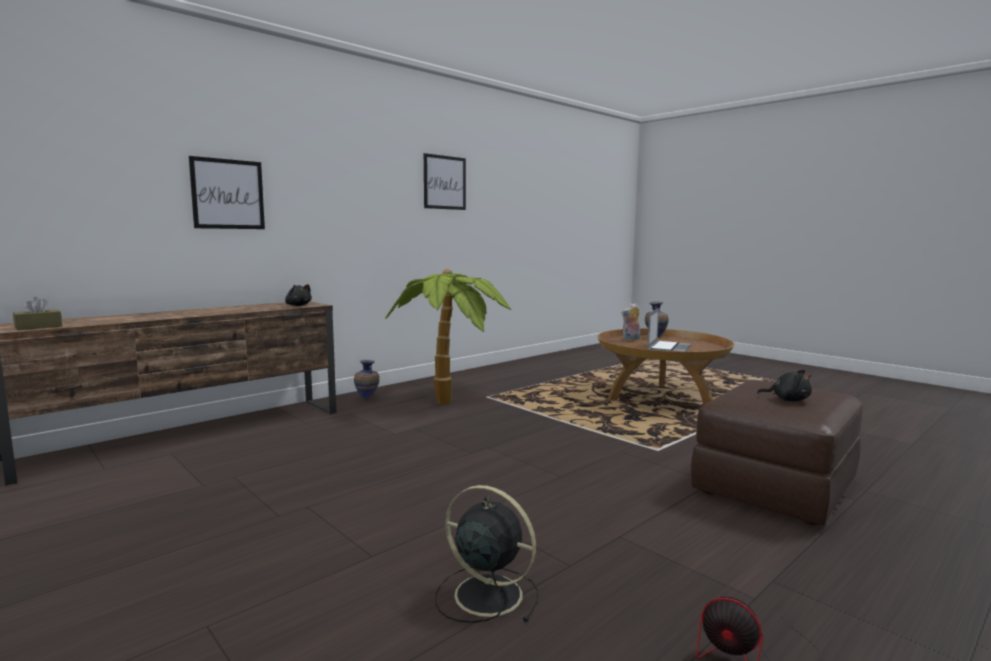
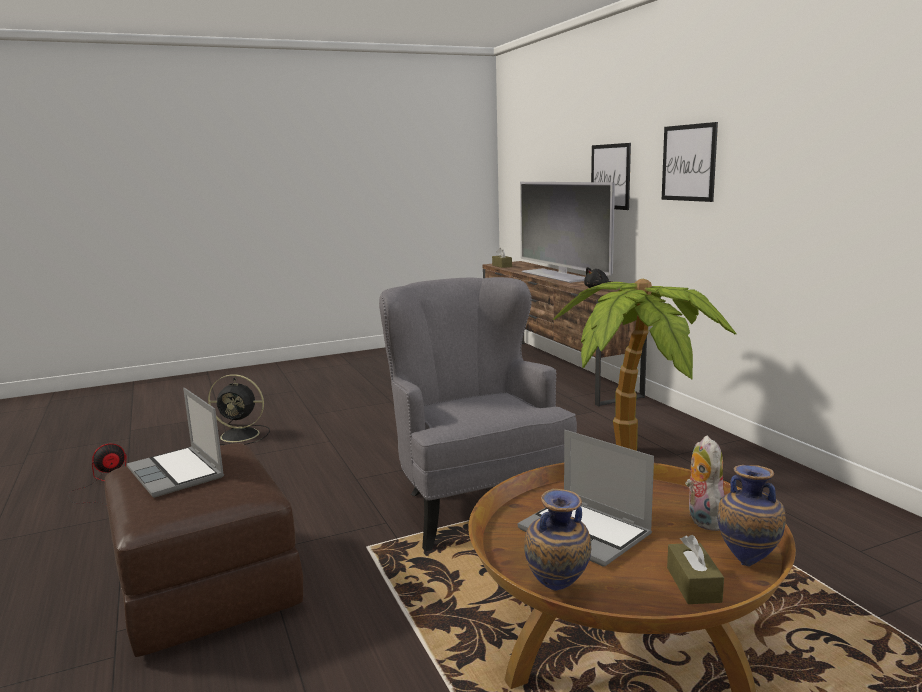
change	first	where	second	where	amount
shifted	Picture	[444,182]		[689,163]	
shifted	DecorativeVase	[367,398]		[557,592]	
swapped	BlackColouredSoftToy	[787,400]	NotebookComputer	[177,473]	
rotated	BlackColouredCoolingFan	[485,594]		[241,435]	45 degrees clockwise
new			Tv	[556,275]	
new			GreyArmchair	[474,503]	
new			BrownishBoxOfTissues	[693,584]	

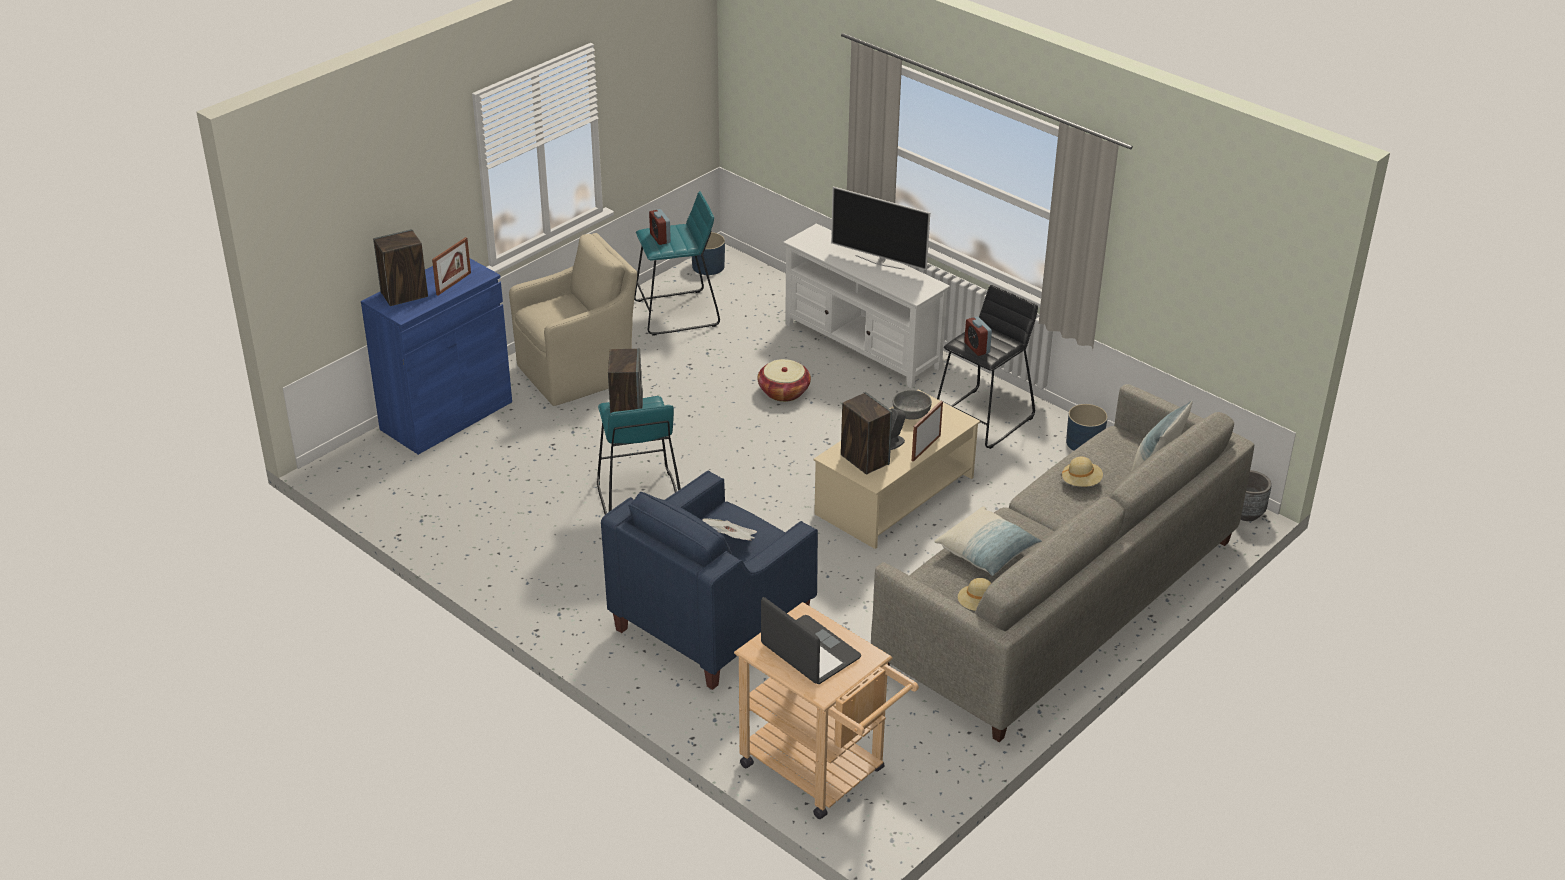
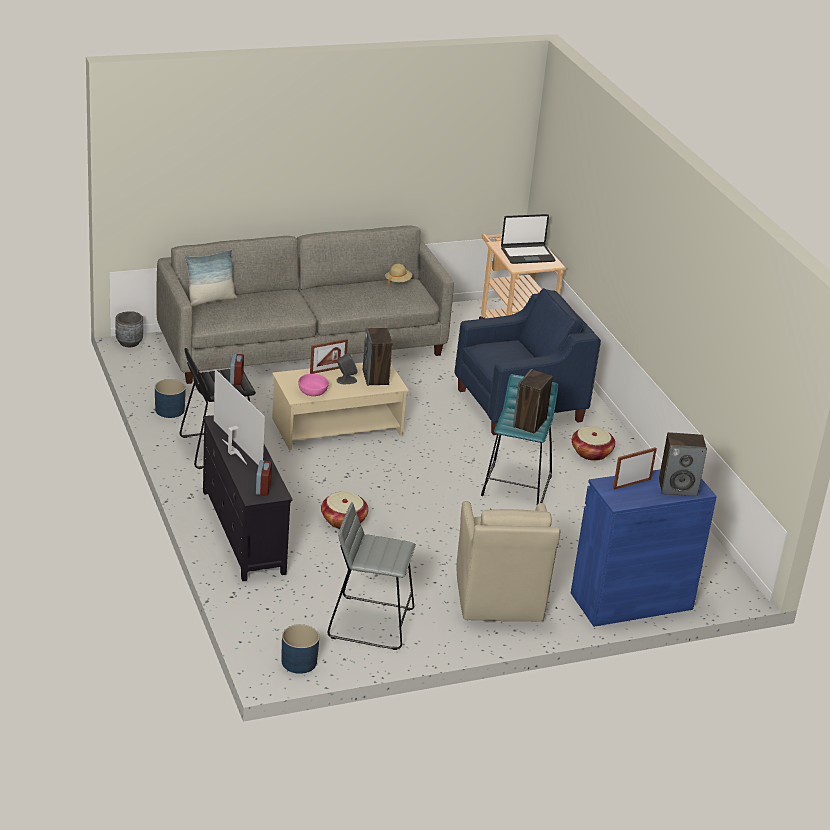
change	first	where	second	where	amount
repainted	TurquoiseSittingStool	[677,313]	GreySittingStool	[370,622]	
shifted	BedsideClock	[660,238]		[263,488]	
repainted	WhitishTvUnit	[862,346]	BlackColouredTvUnit	[242,532]	
rotated	SandColouredArmchair	[578,372]		[498,598]	90 degrees counterclockwise
repainted	GreyBowl	[911,413]	PinkBowl	[313,391]	
gone	SandColouredWearableHat	[1081,482]			
gone	Pillow	[987,552]			
gone	Newspaper	[731,540]			
rotated	NotebookComputer	[809,652]		[527,255]	90 degrees counterclockwise
new			Basket	[591,453]	

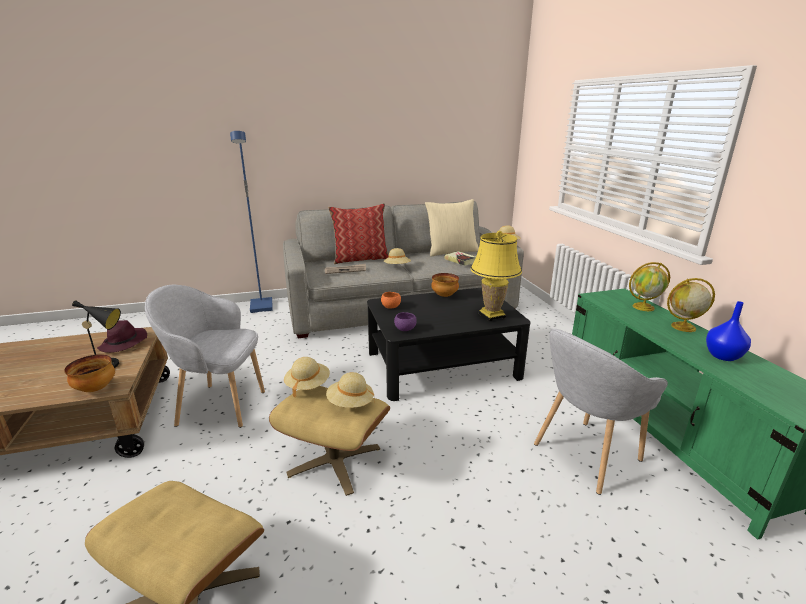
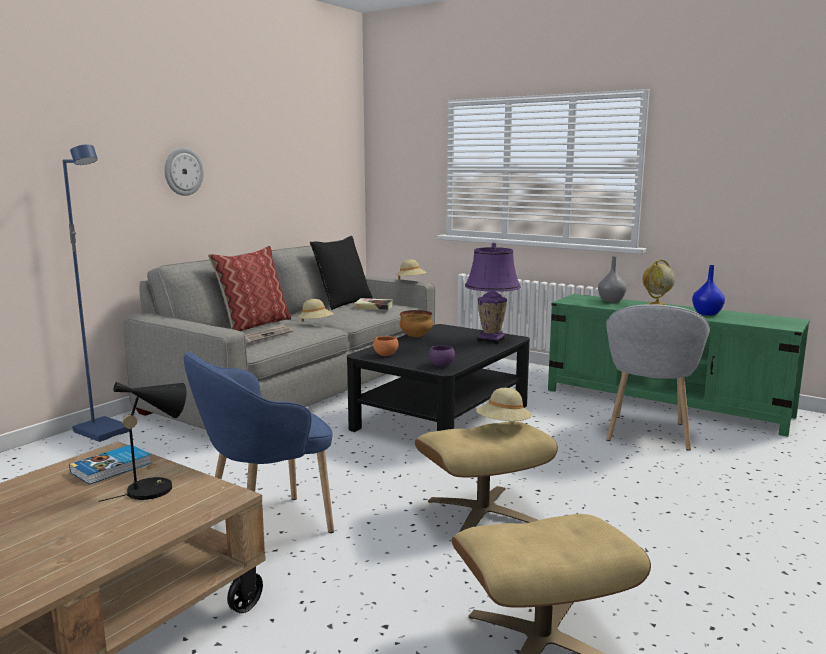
change	first	where	second	where	amount
repainted	SandColouredPillow	[451,251]	BlackColouredPillow	[343,303]	
repainted	YellowColouredLampForATable	[492,315]	PurpleLampForATable	[491,340]	
swapped	WorldGlobe	[644,307]	GreyDecorativeVase	[611,301]	
repainted	GreyArmchair	[219,406]	BlueArmchair	[264,528]	
swapped	PurpleWearableHat	[124,343]	Book	[112,468]	
gone	Bowl	[96,389]			
gone	SandColouredWearableHat	[307,385]			
new			HangingClock	[183,171]	

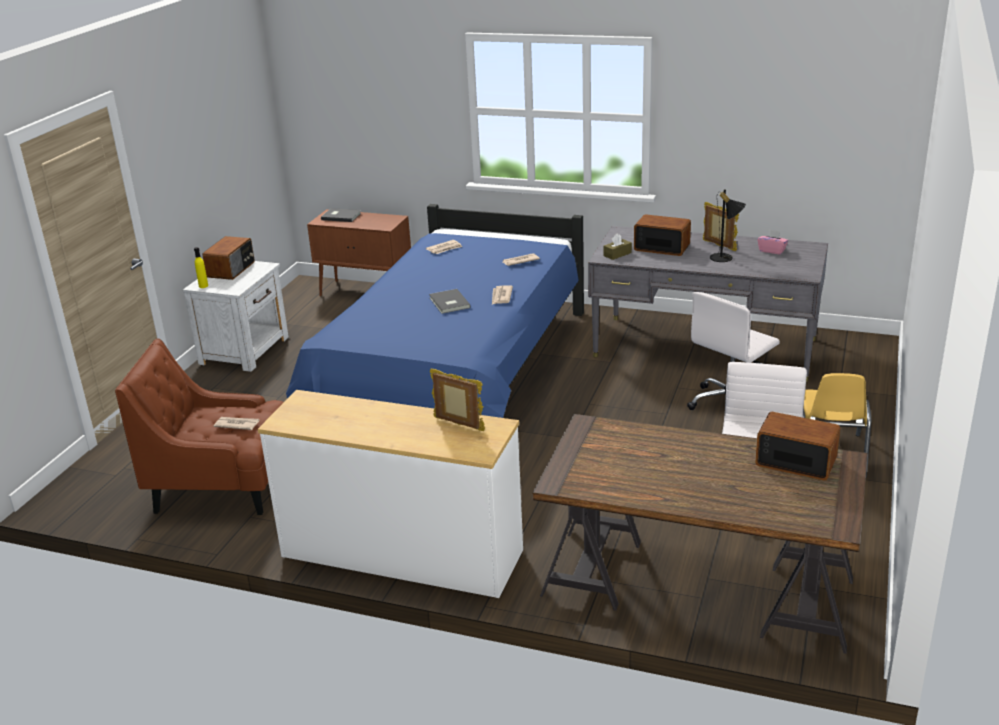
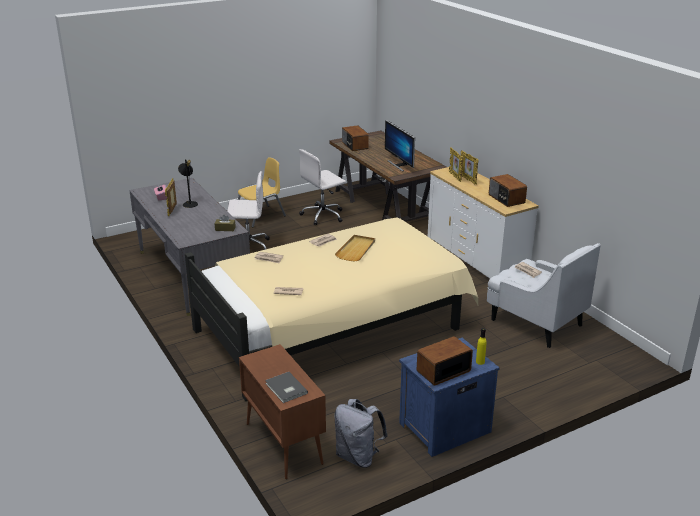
change	first	where	second	where	amount
repainted	BlueBed	[456,374]	SandColouredBed	[335,326]	
shifted	RadioSet	[661,247]		[506,199]	
repainted	WhitishNightTable	[246,350]	BlueNightTable	[443,427]	
swapped	GreyBook	[448,303]	SandColouredCarryingTray	[356,249]	
repainted	BrownishArmchair	[223,487]	WhitishArmchair	[535,322]	
new			Monitor	[399,165]	
new			StandingFrame	[468,180]	
new			GreyBackpack	[358,456]	

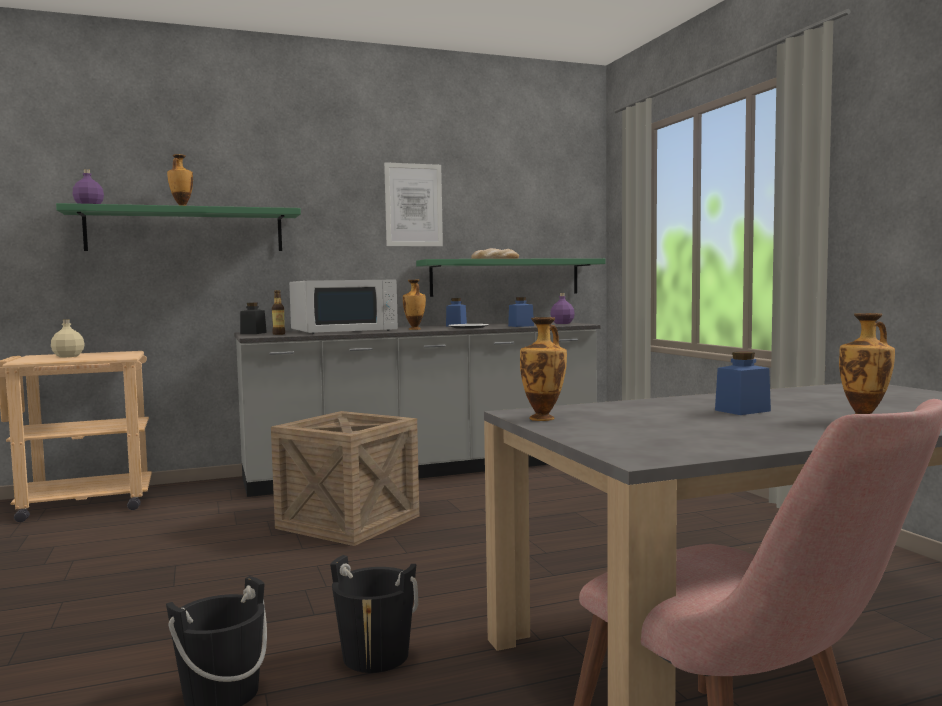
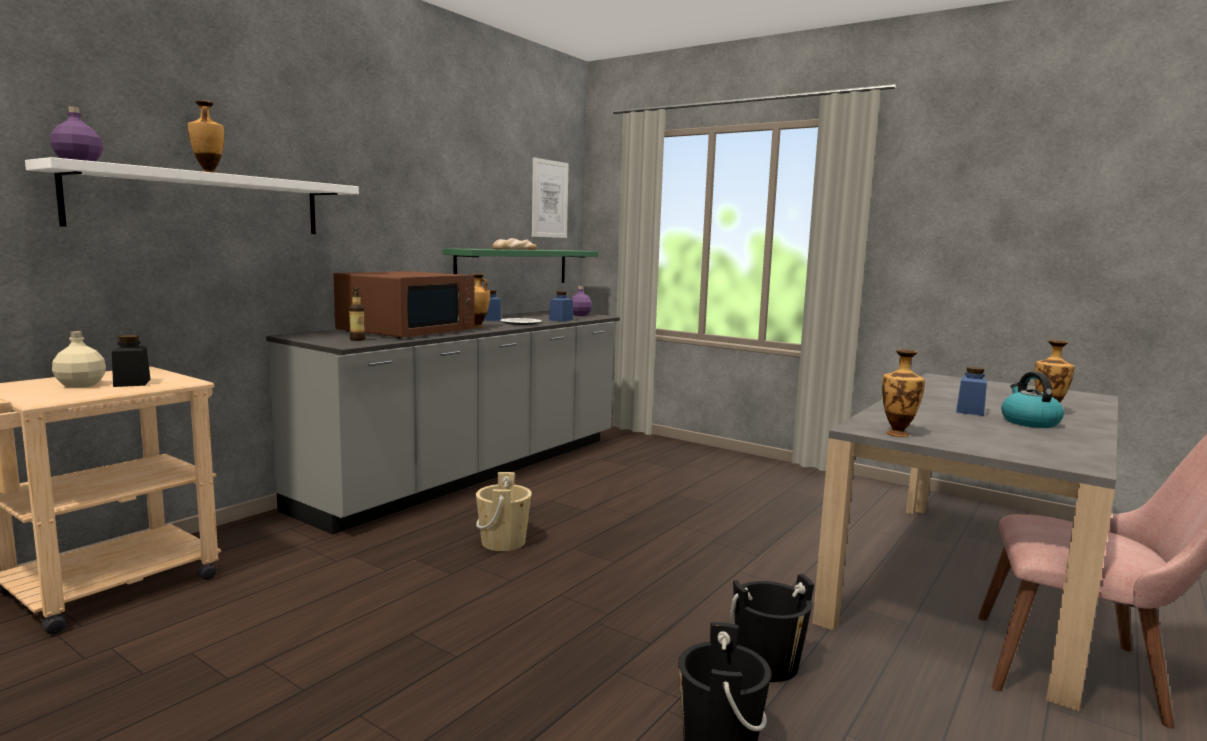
change	first	where	second	where	amount
shifted	Picture	[413,205]		[549,199]	
repainted	GreenWallShelf	[186,230]	WhitishWallShelf	[202,203]	
repainted	WhitishMicrowaveOven	[344,331]	BrownishMicrowaveOven	[408,331]	
shifted	BlackColouredStorageJar	[253,333]		[132,383]	
swapped	ShippingCrate	[348,522]	SandColouredPail	[503,542]	
new			WaterKettle	[1029,422]	

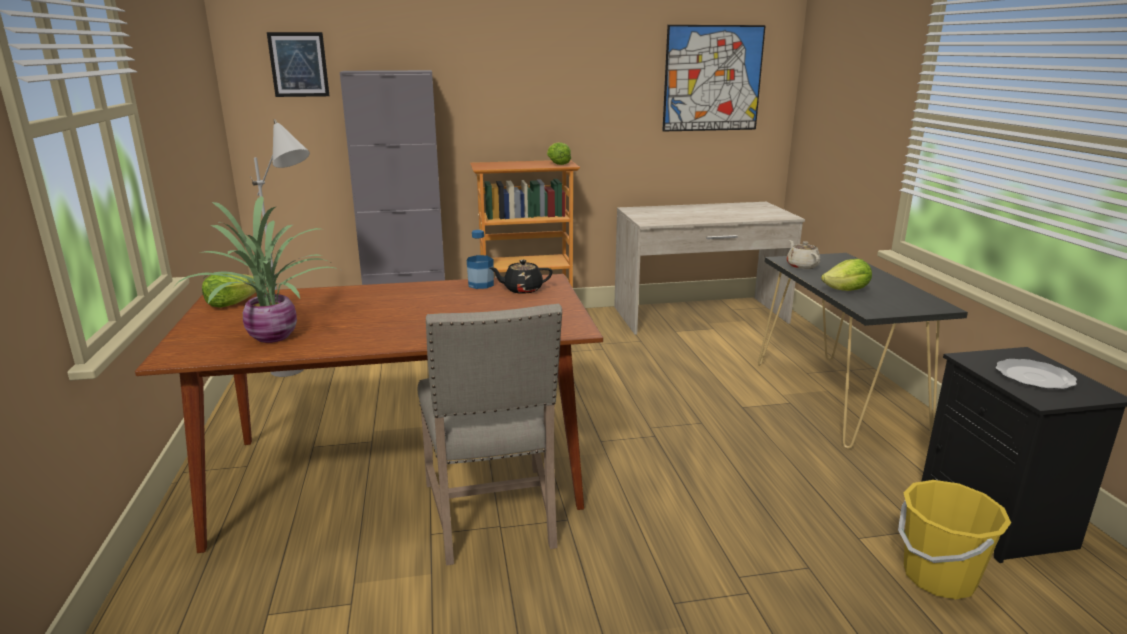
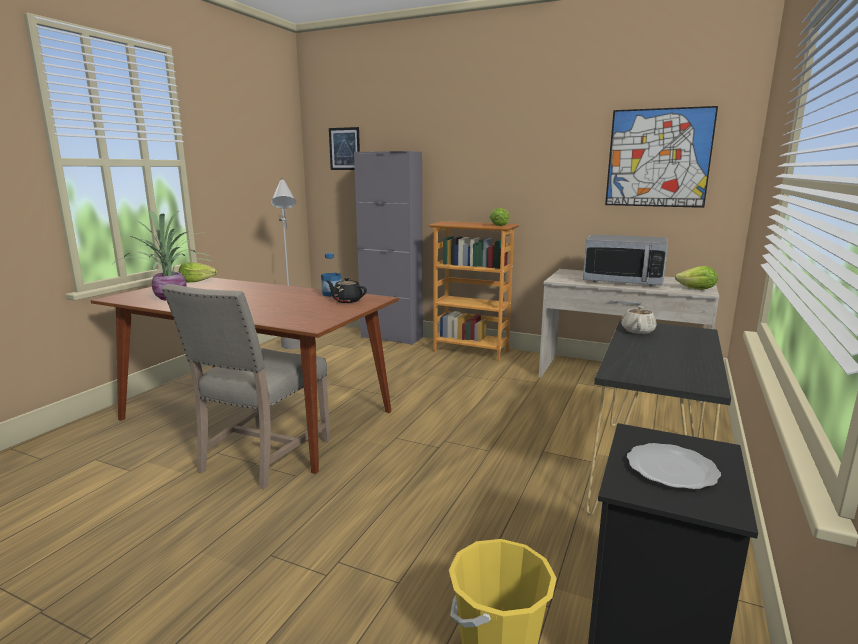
change	first	where	second	where	amount
shifted	HeadOfLettuce	[846,290]		[697,289]	
new			MicrowaveOven	[622,281]	

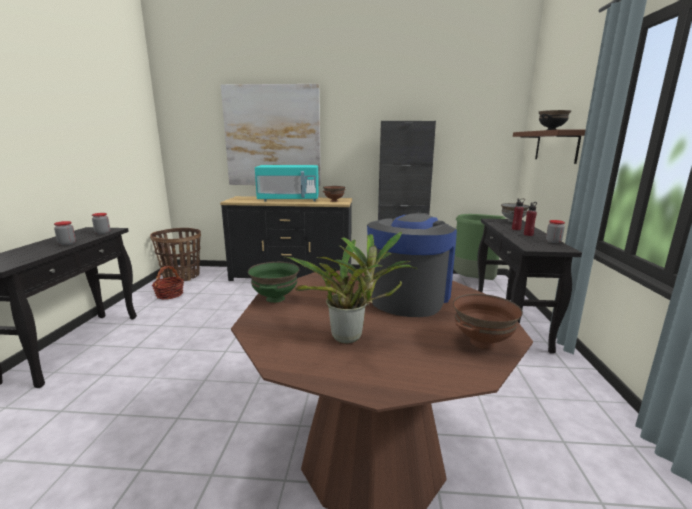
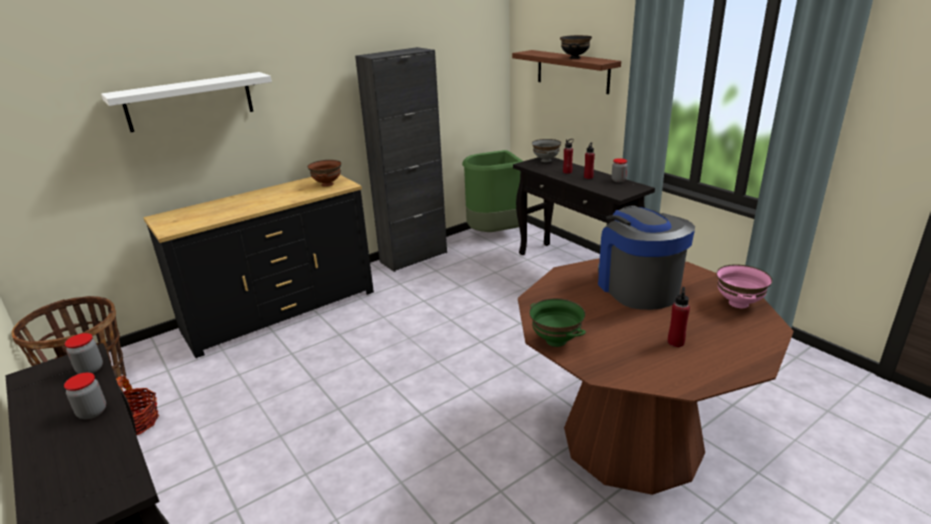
change	first	where	second	where	amount
swapped	Picture	[272,136]	WhitishWallShelf	[190,101]	
gone	TurquoiseMicrowaveOven	[289,200]			
swapped	PlantInAPot	[351,338]	RedColouredBottle	[675,342]	
repainted	BrownishBowl	[482,343]	PinkBowl	[739,303]	

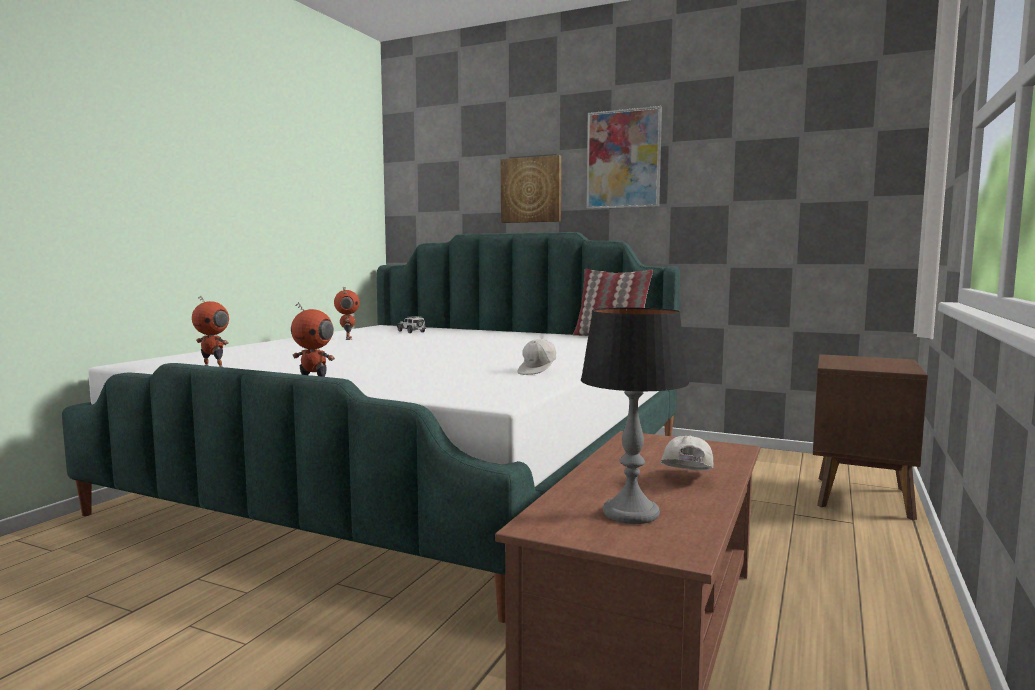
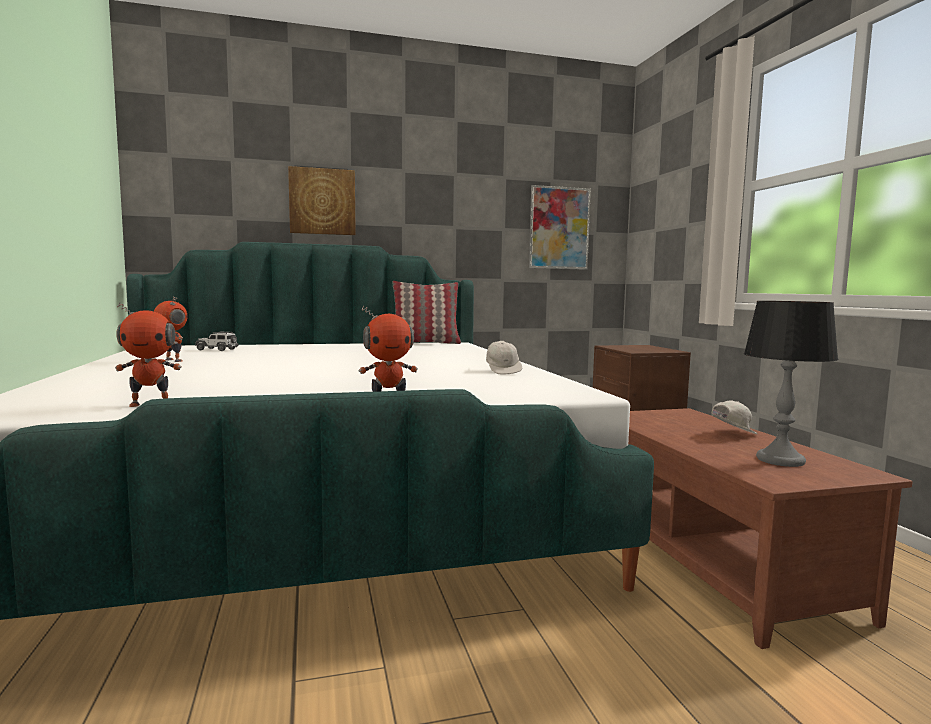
change	first	where	second	where	amount
shifted	Picture	[623,159]		[559,228]	
rotated	WhitishPeakedCap	[685,479]		[730,434]	90 degrees clockwise

